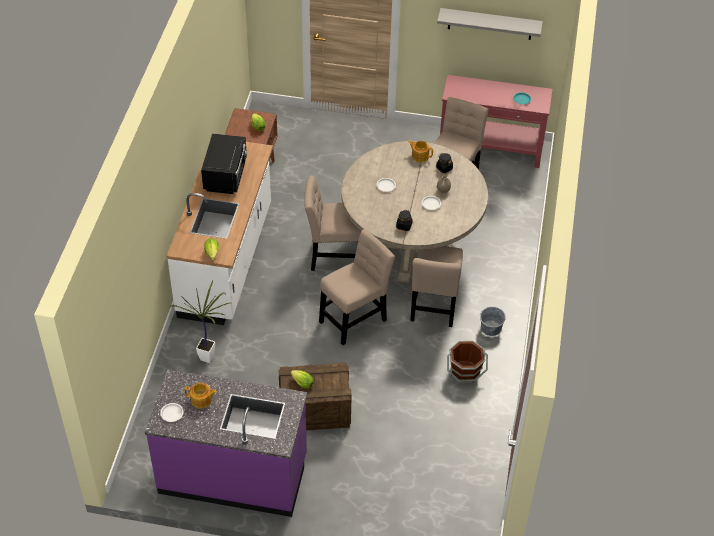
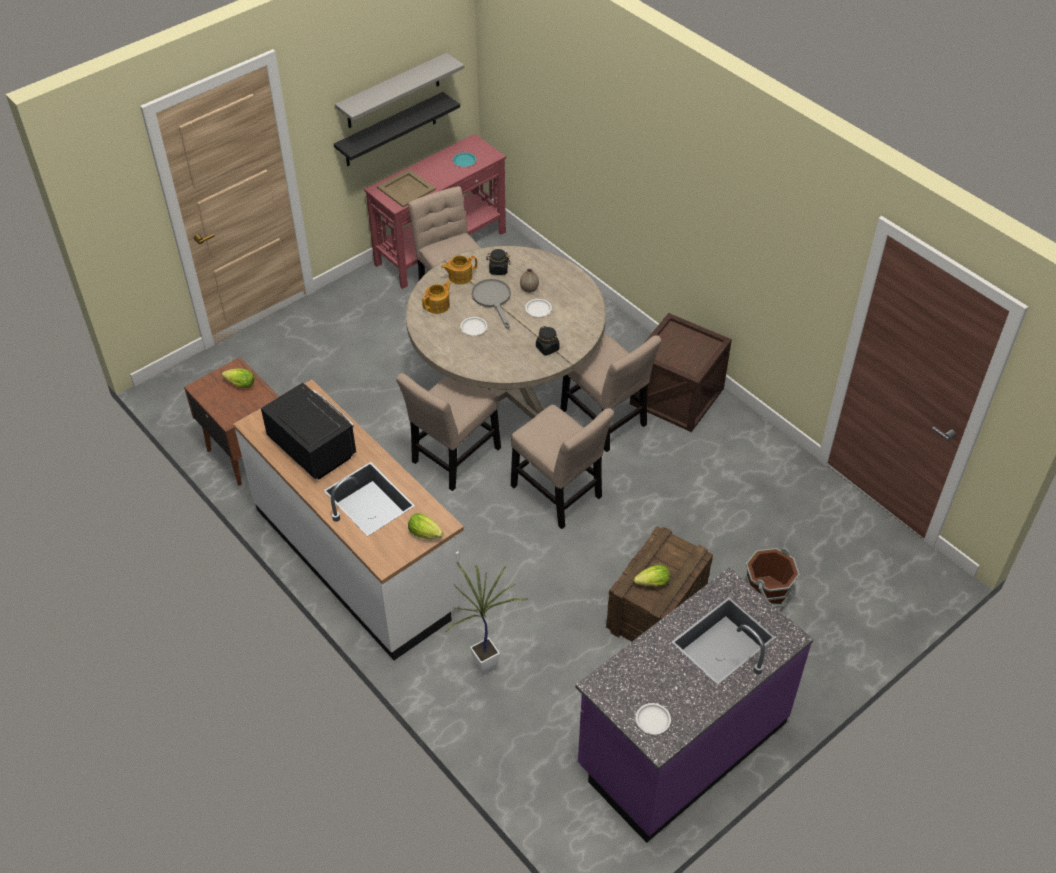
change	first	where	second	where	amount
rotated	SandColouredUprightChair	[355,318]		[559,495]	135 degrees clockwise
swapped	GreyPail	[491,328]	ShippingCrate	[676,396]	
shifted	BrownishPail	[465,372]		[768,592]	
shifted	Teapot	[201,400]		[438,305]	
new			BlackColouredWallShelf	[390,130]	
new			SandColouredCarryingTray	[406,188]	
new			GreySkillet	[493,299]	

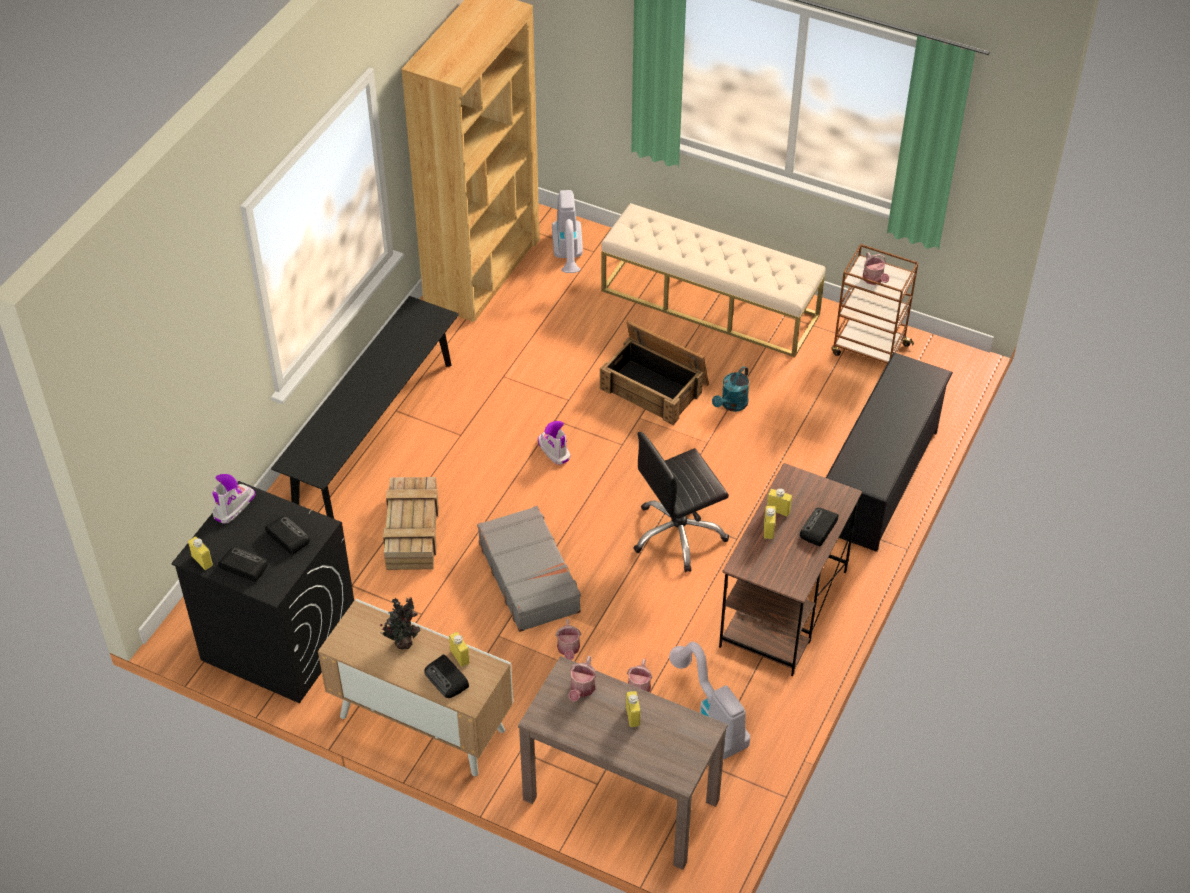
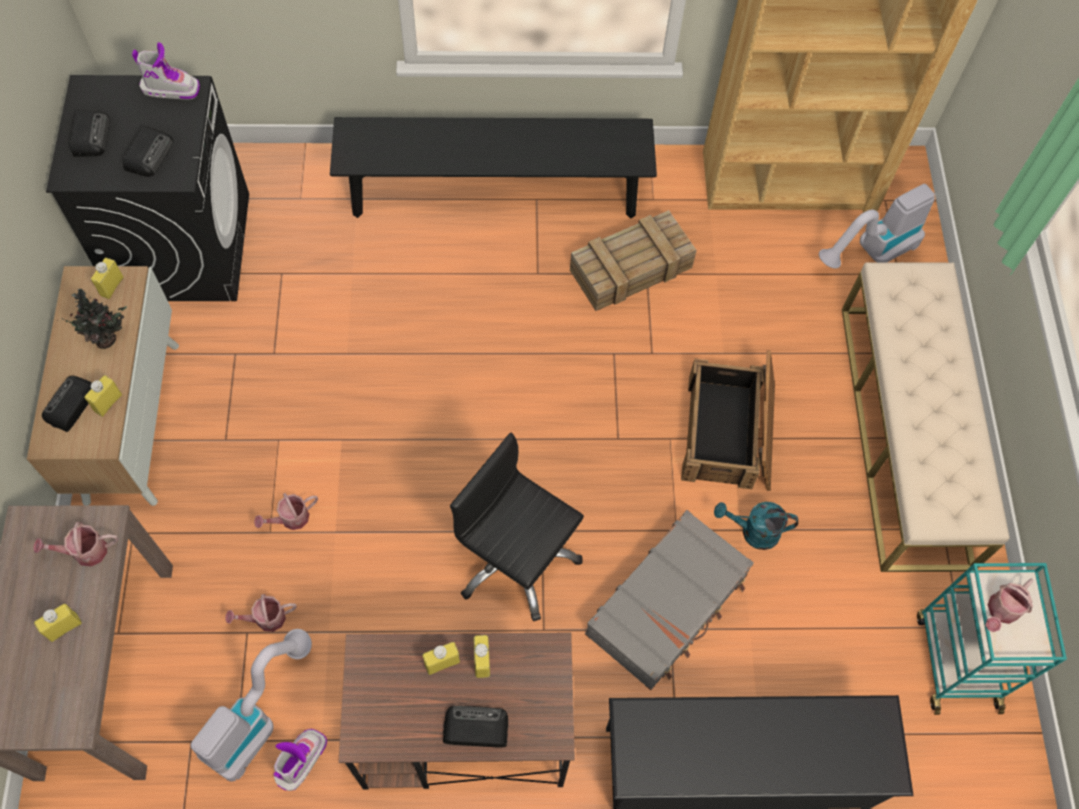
change	first	where	second	where	amount
repainted	BrownishWheeledCart	[869,349]	TurquoiseWheeledCart	[956,659]	
shifted	TallBoot	[553,450]		[300,760]	
shifted	ShippingCrate	[411,530]		[632,267]	
shifted	GreyPieceOfLuggage	[530,577]		[668,605]	
shifted	YellowColouredBottle	[202,561]		[112,286]	

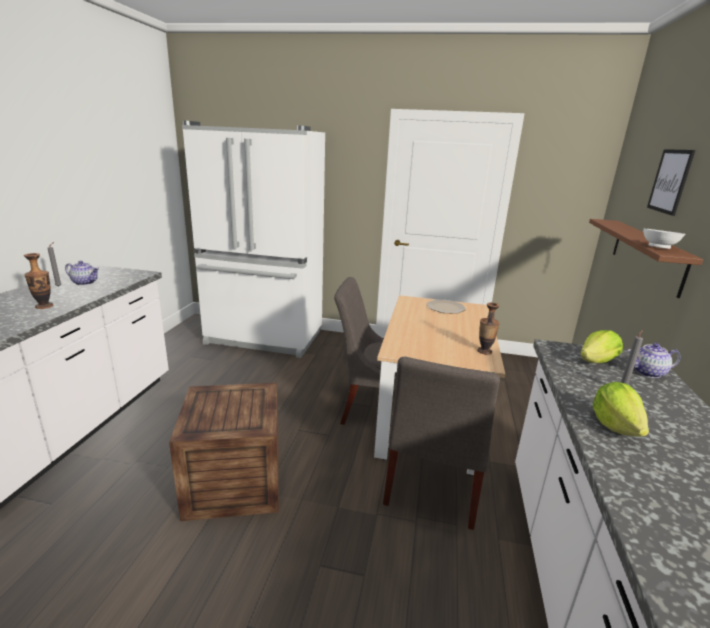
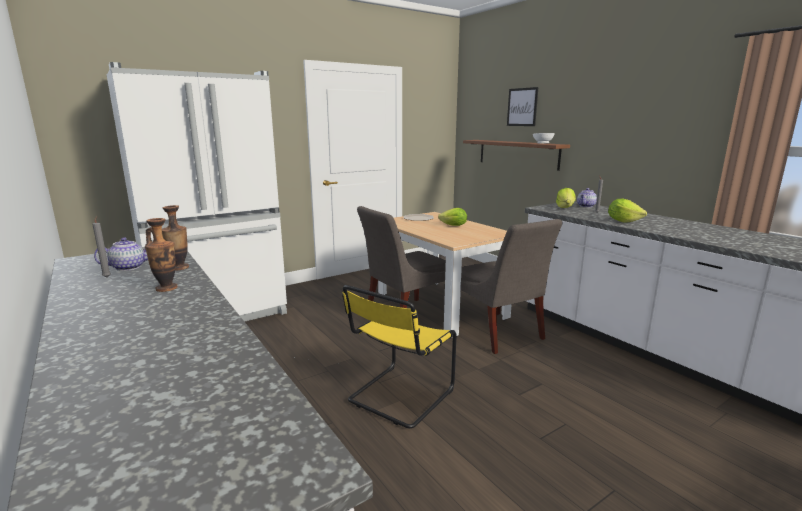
change	first	where	second	where	amount
shifted	DecorativeVase	[484,351]		[179,268]	
swapped	ShippingCrate	[234,482]	YellowColouredUprightChair	[398,397]	
new			HeadOfLettuce	[454,226]	

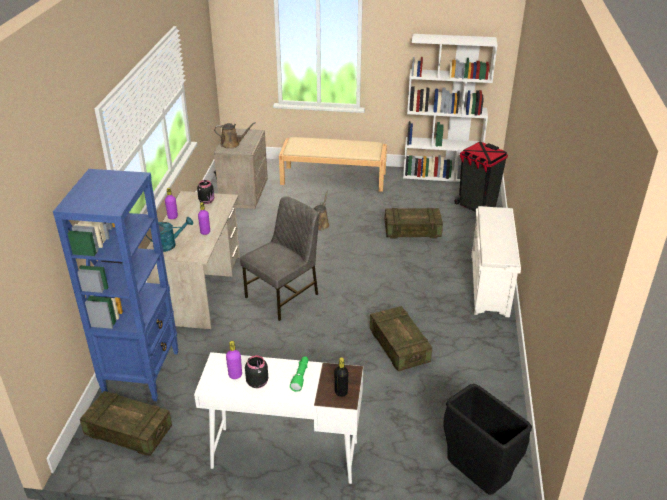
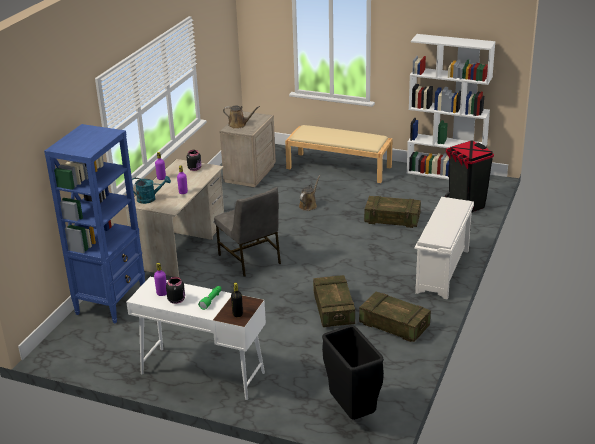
change	first	where	second	where	amount
rotated	GreyUprightChair	[283,296]		[250,259]	90 degrees clockwise
shifted	ShippingCrate	[128,432]		[394,325]	

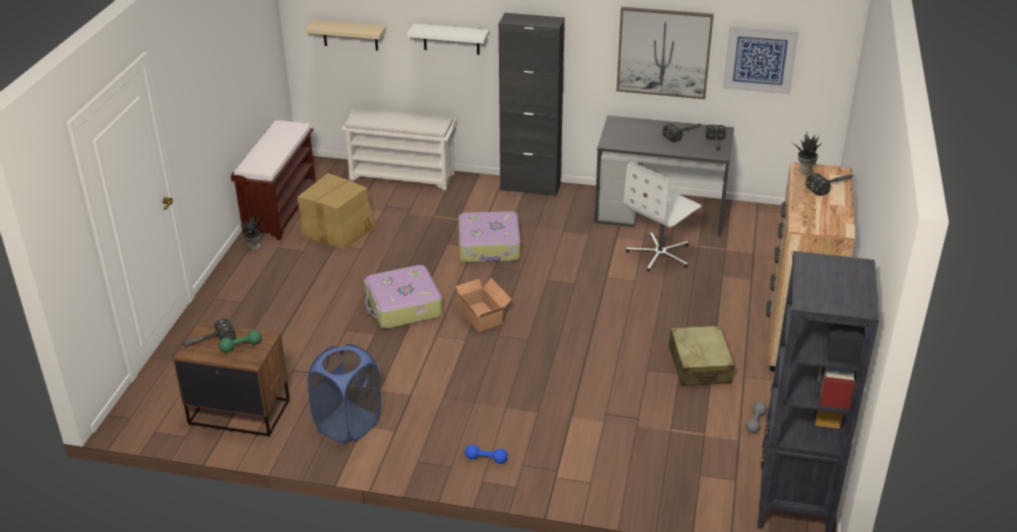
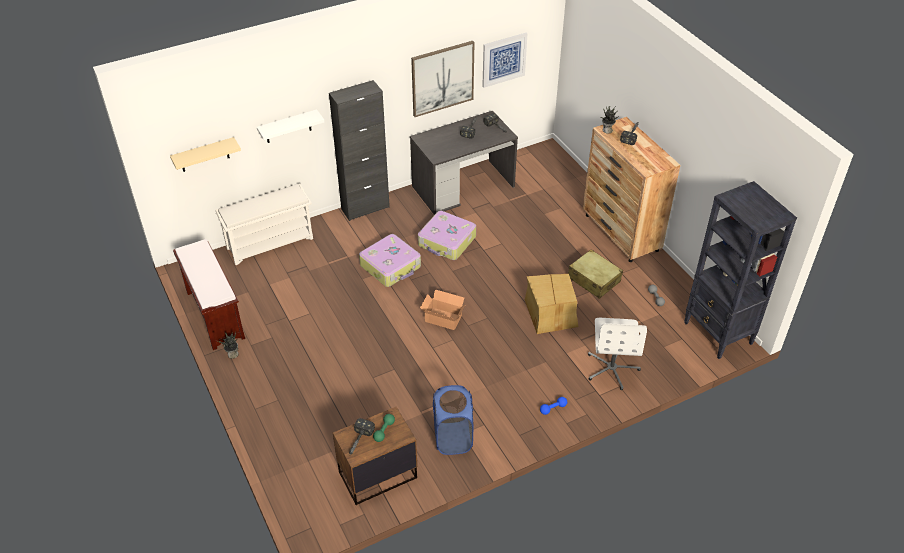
change	first	where	second	where	amount
shifted	WhitishDeskChair	[660,254]		[612,368]	
shifted	Carton	[338,229]		[551,314]	
shifted	PieceOfLuggage	[403,306]		[447,242]	

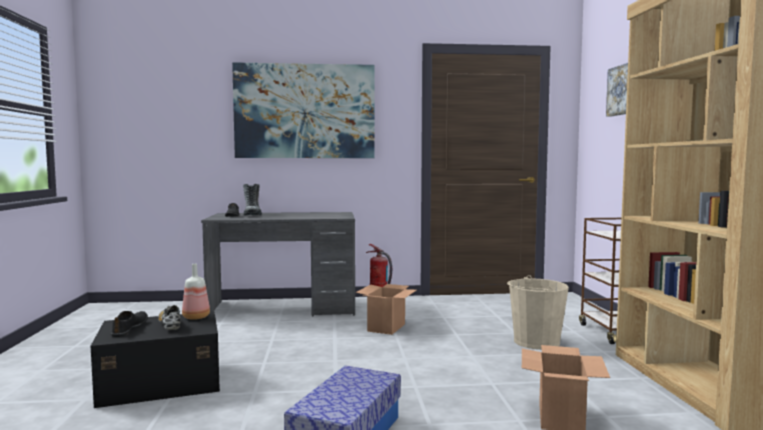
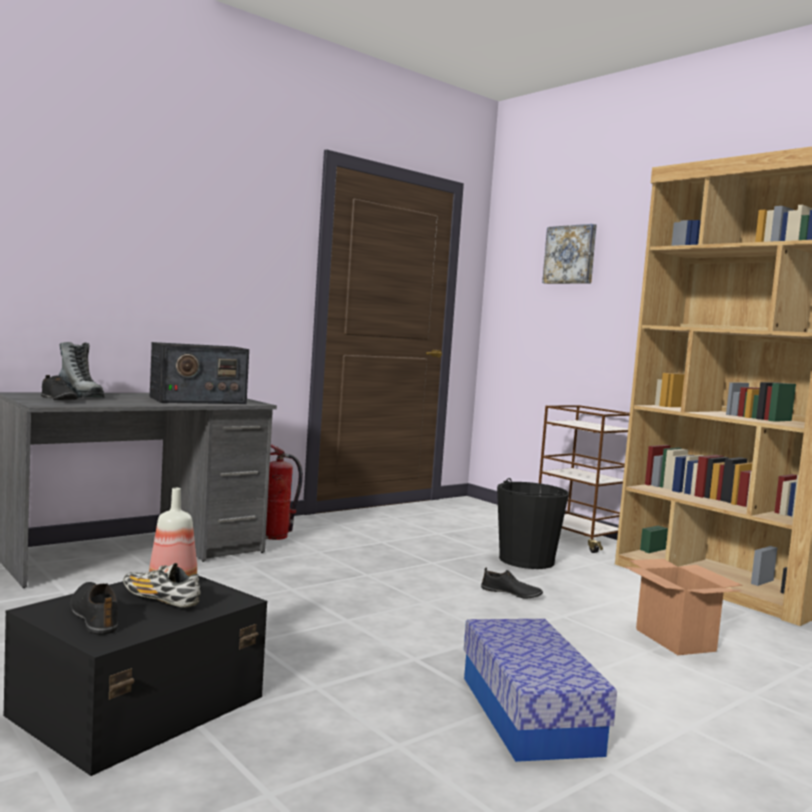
change	first	where	second	where	amount
gone	Picture	[305,111]			
repainted	SandColouredPail	[536,342]	BlackColouredPail	[526,560]	
gone	Carton	[386,327]			
new			RadioSet	[197,400]	
new			BlackColouredItemOfFootwear	[511,593]	

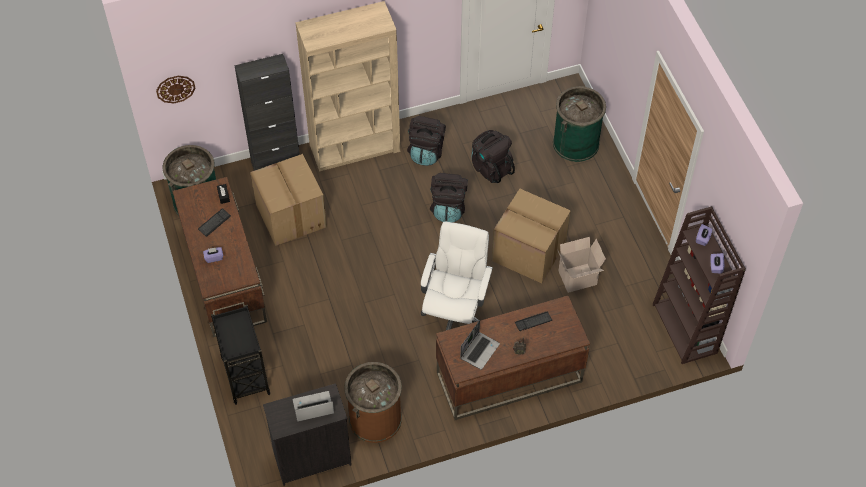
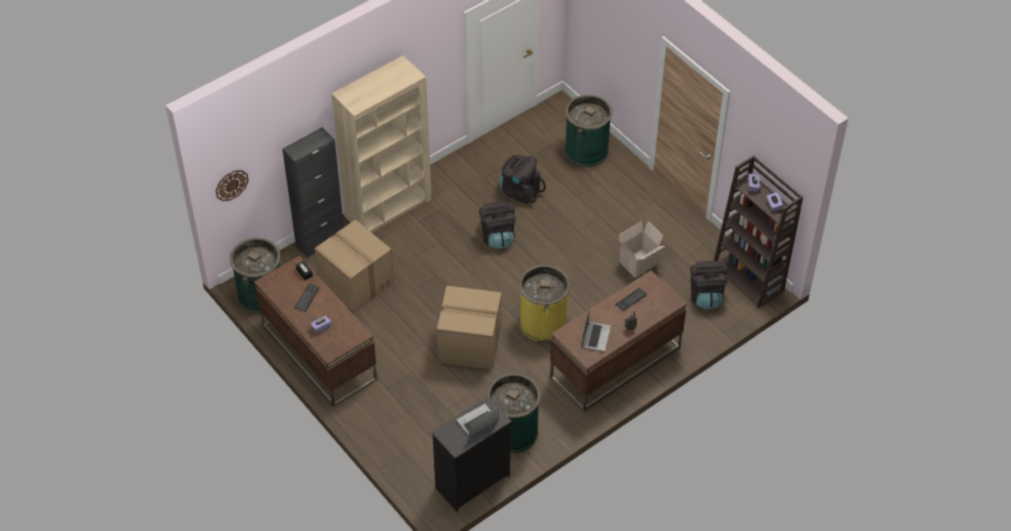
change	first	where	second	where	amount
shifted	BlackColouredBackpack	[426,152]		[706,295]	
shifted	Carton	[528,252]		[468,344]	
swapped	WhitishDeskChair	[454,312]	YellowColouredRubbishBin	[543,322]	
gone	BlackColouredWheeledCart	[245,374]			
repainted	BrownishRubbishBin	[375,419]	GreenRubbishBin	[513,431]	

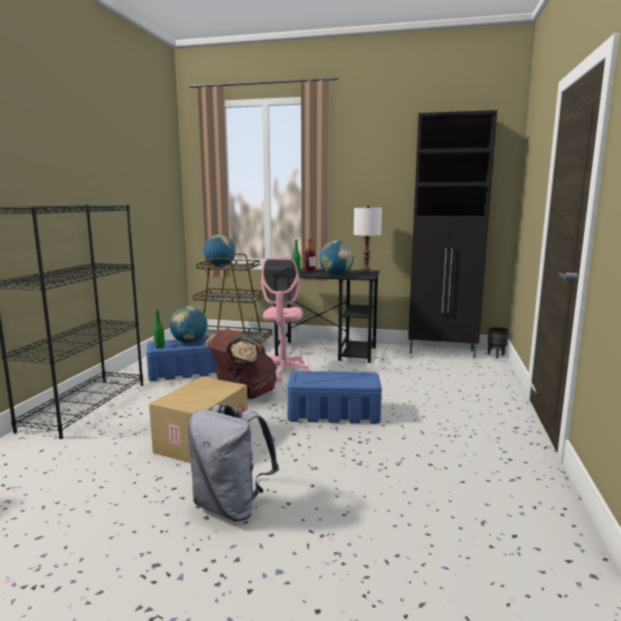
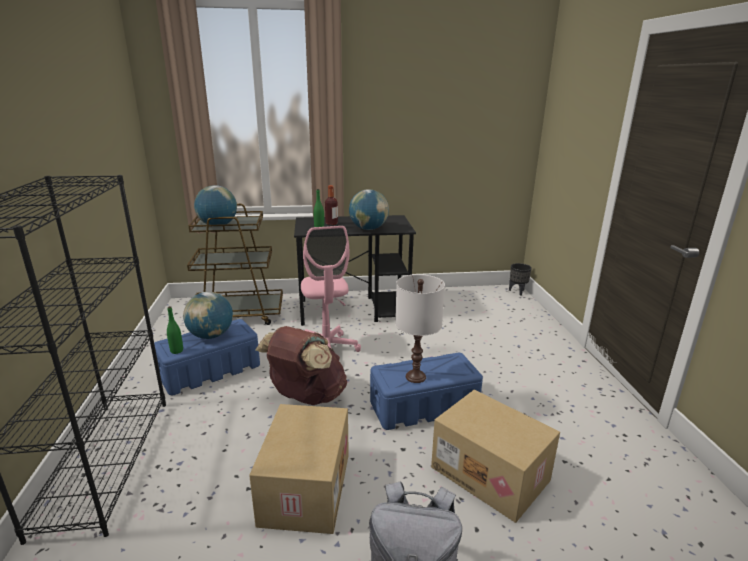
change	first	where	second	where	amount
gone	BlackColouredCabinet	[442,352]			
shifted	WhitishLampForATable	[366,271]		[415,377]	
new			Carton	[491,473]	

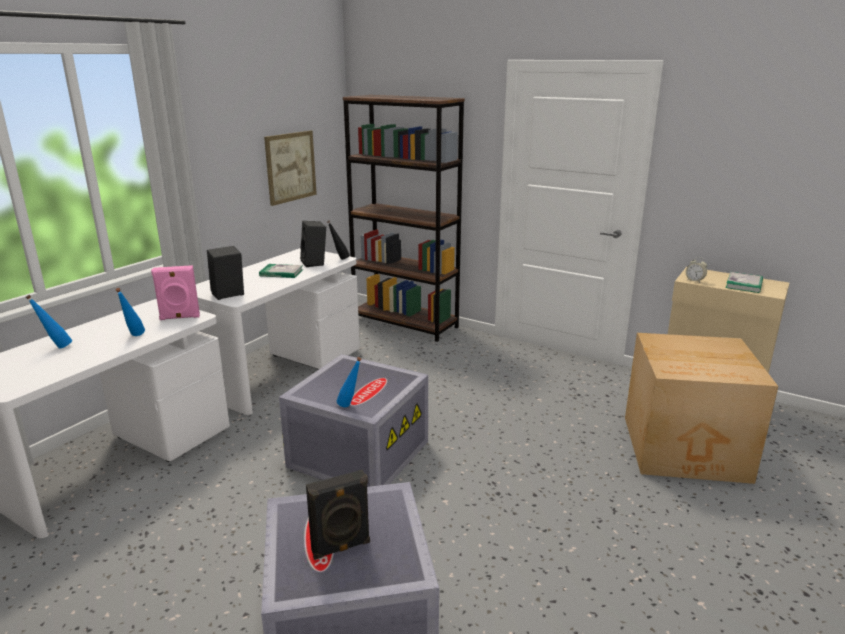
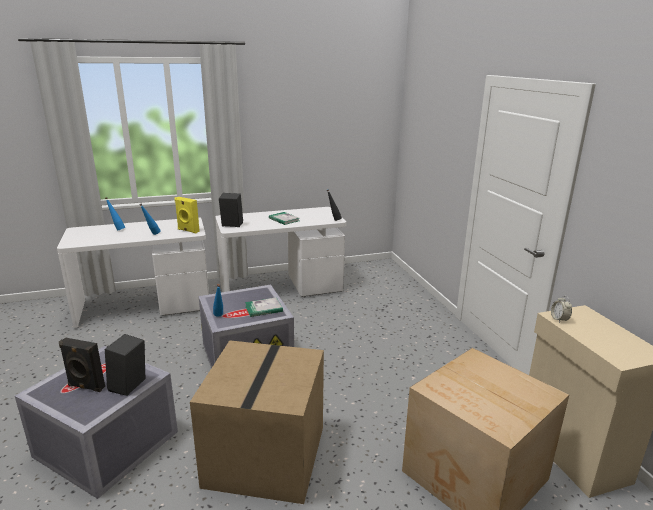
change	first	where	second	where	amount
gone	BrownishBookshelf	[405,323]			
gone	Picture	[291,167]			
shifted	BlackColouredLoudspeaker	[315,263]		[129,387]	
repainted	PinkLoudspeaker	[180,317]	YellowColouredLoudspeaker	[188,230]	
shifted	Book	[744,284]		[263,309]	
new			Carton	[264,454]	

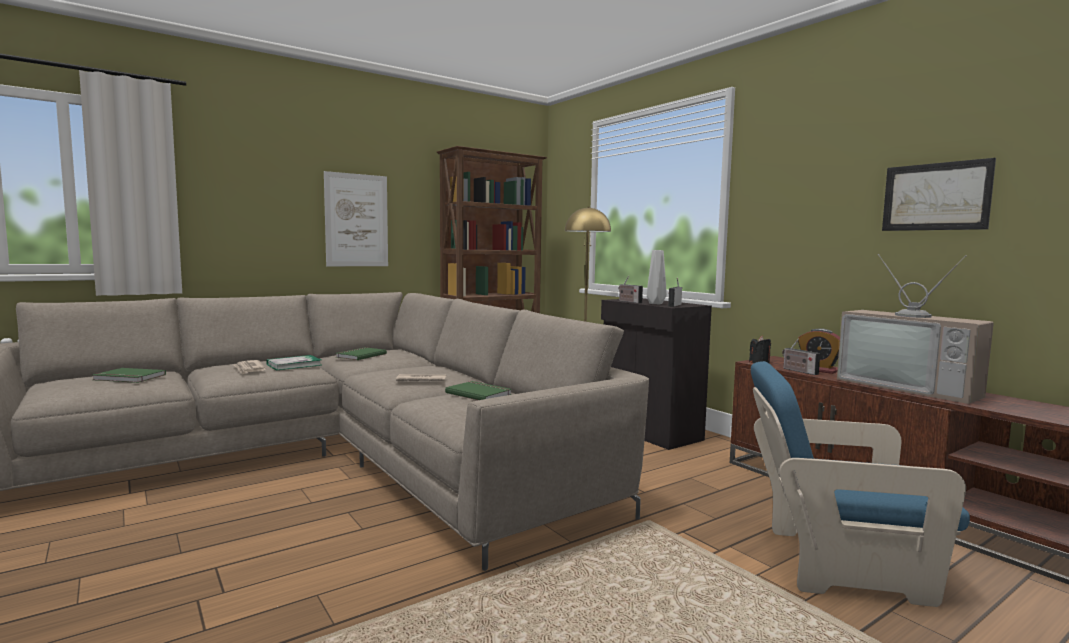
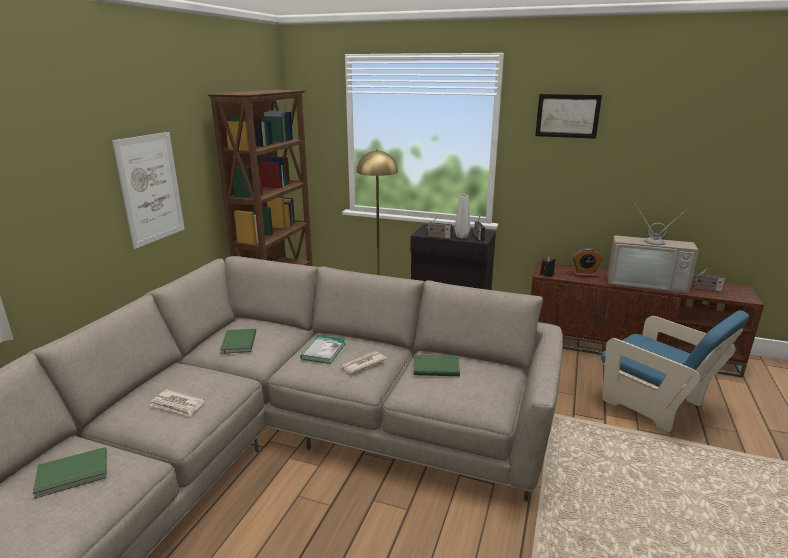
change	first	where	second	where	amount
shifted	Picture	[935,196]		[567,116]	
shifted	RadioSet	[798,371]		[706,289]	
shifted	Book	[294,365]		[323,351]	
rotated	BlueArmchair	[837,565]		[656,405]	105 degrees counterclockwise

